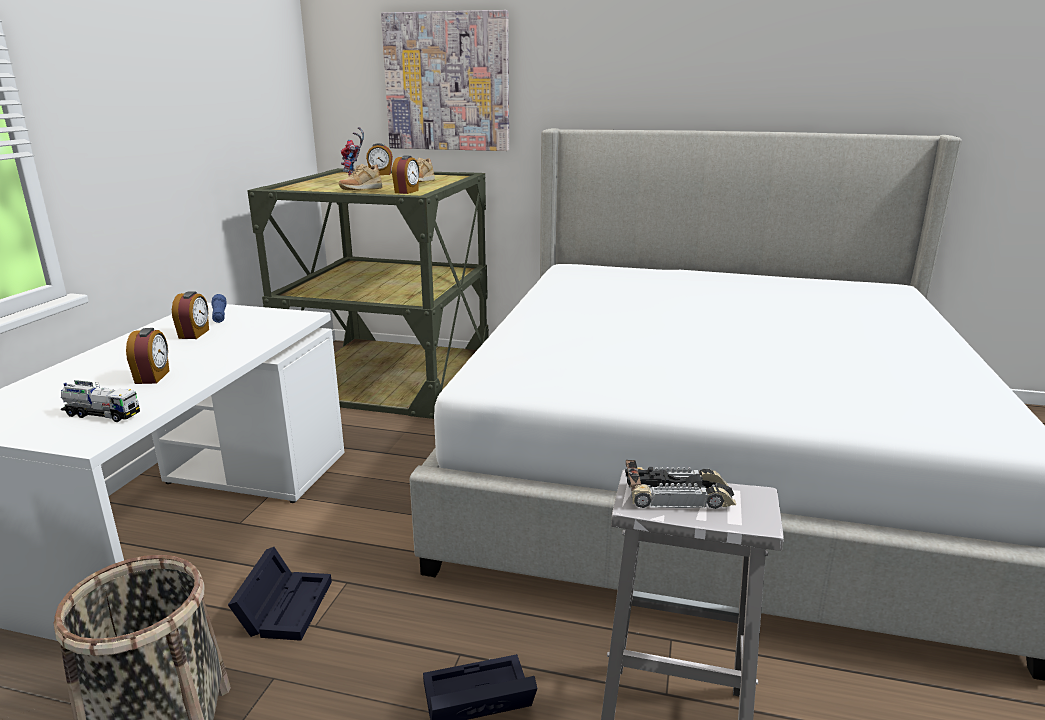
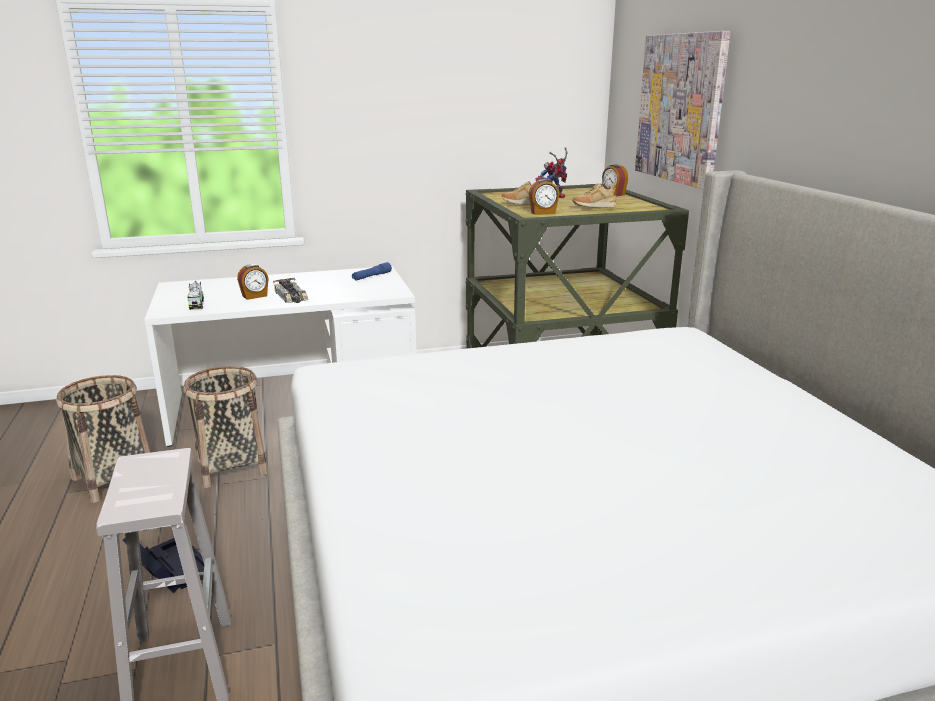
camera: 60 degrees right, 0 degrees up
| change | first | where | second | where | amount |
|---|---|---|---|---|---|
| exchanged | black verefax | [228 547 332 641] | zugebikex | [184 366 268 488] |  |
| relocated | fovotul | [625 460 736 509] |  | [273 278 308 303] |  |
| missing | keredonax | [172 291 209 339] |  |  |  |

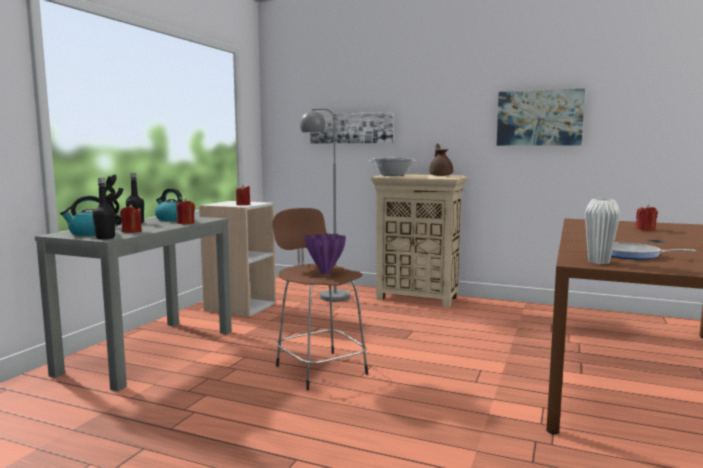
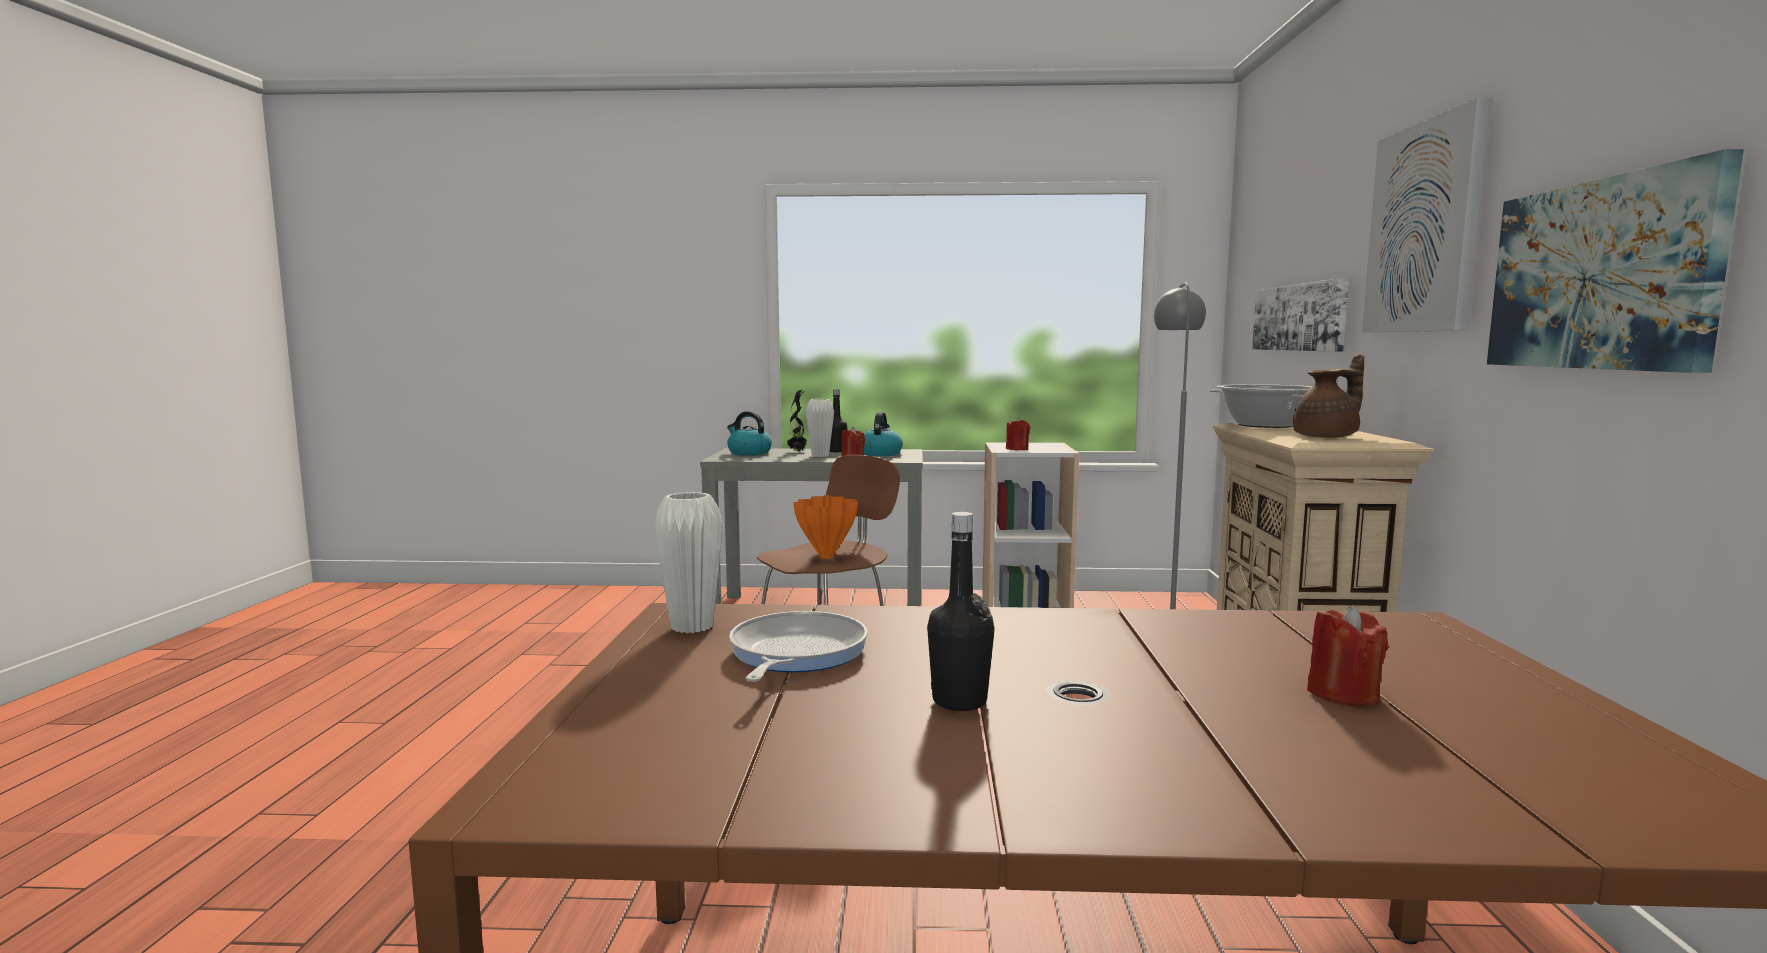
camera: 70 degrees right, 0 degrees up
| change | first | where | second | where | amount |
|---|---|---|---|---|---|
| colour | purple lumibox | [304 233 346 274] | orange lumibox | [793 495 858 559] |  |
| appeared |  |  | white lumibox | [806 399 834 457] |  |
| relocated | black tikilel | [92 178 115 239] |  | [927 512 995 711] |  |
| appeared |  |  | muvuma | [1362 97 1491 332] |  |
| missing | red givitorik | [120 204 142 233] |  |  |  |

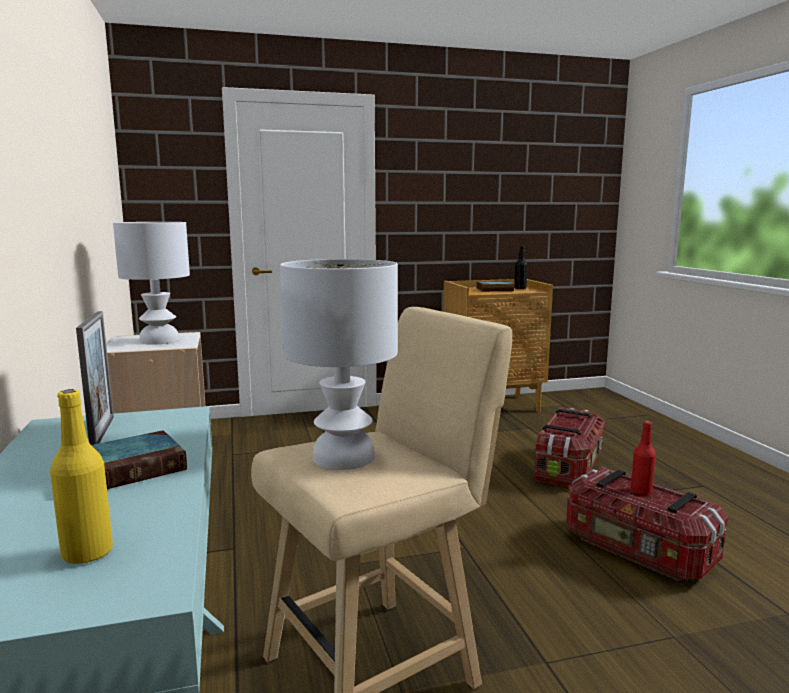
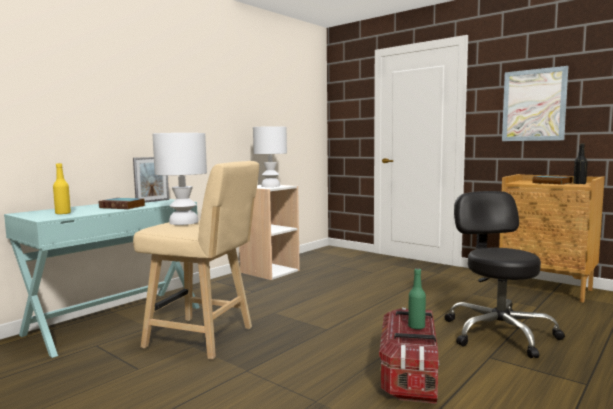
camera: 55 degrees right, 5 degrees down
| change | first | where | second | where | amount |
|---|---|---|---|---|---|
| colour | red tikilel | [631 421 656 495] | green tikilel | [408 268 426 330] |  |
| exchanged | verefax | [534 407 605 487] | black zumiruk | [444 191 565 358] |  |
| appeared |  |  | muvuma | [502 66 568 141] |  |

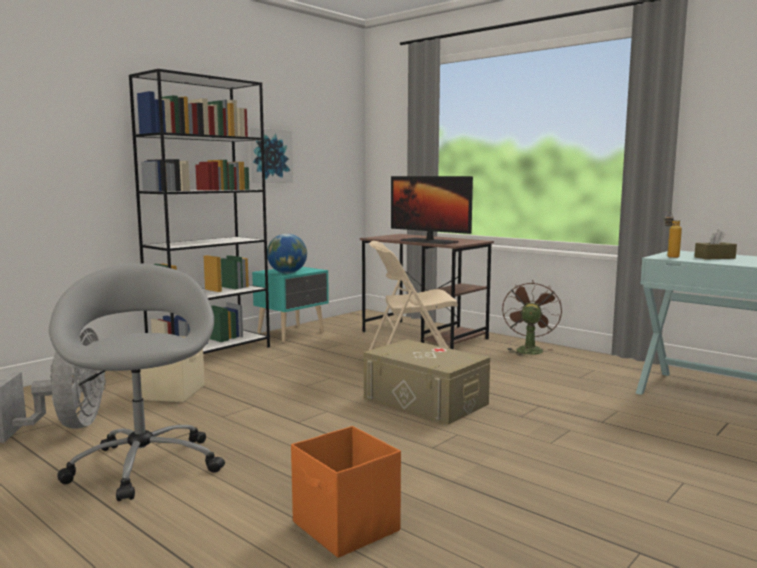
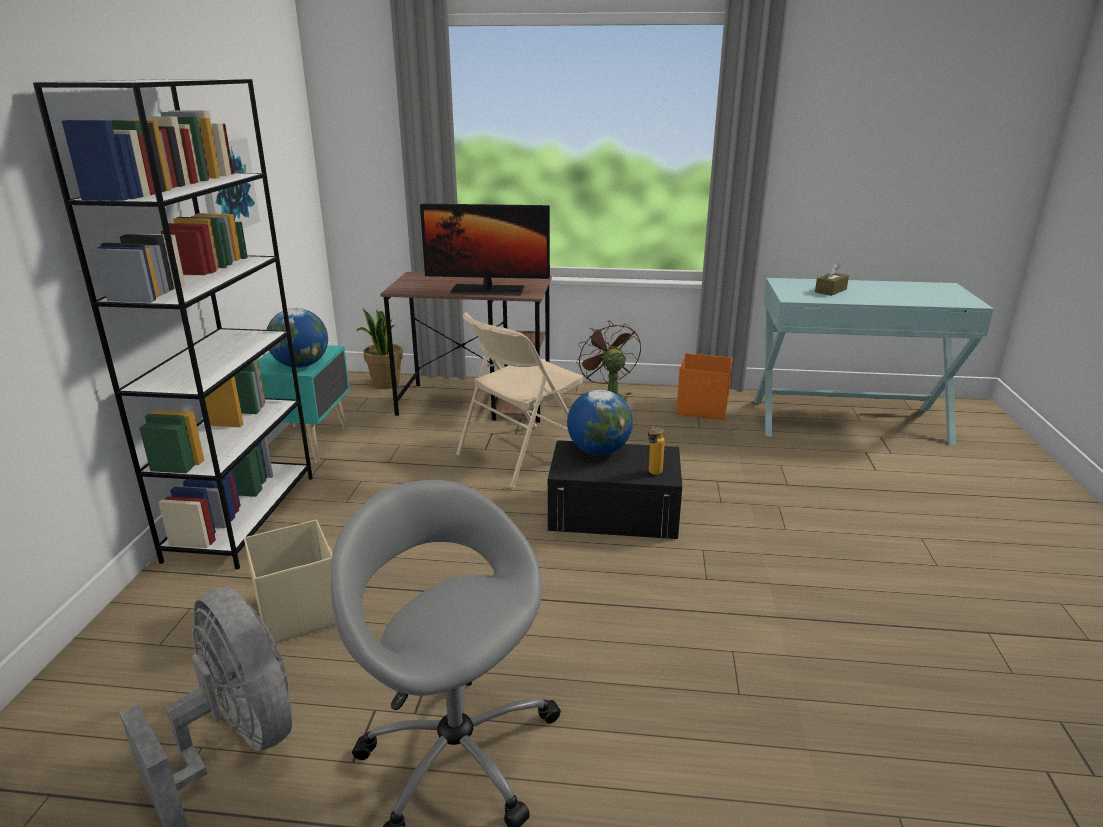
camera: 35 degrees left, 15 degrees up
| change | first | where | second | where | amount |
|---|---|---|---|---|---|
| appeared |  |  | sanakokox | [356 309 403 389] |  |
| colour | beige verefax | [364 339 490 425] | black verefax | [548 440 682 539] |  |
| appeared |  |  | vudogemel | [567 390 633 455] |  |
| relocated | tikilel | [665 212 682 258] |  | [648 425 665 475] |  |
| relocated | orange verefax | [291 426 401 558] |  | [676 353 733 420] |  |

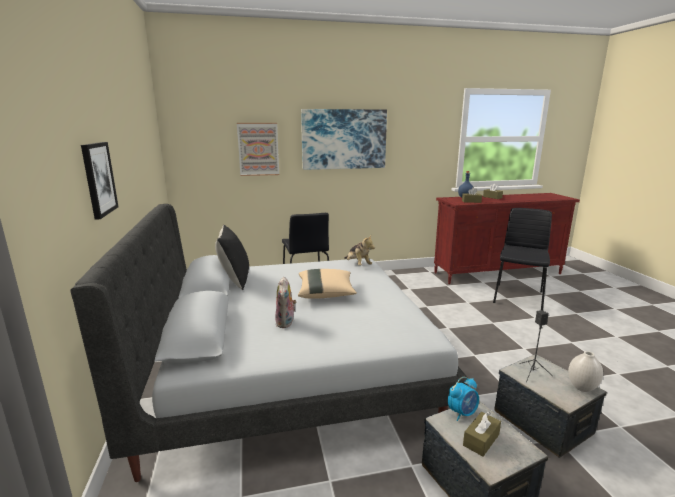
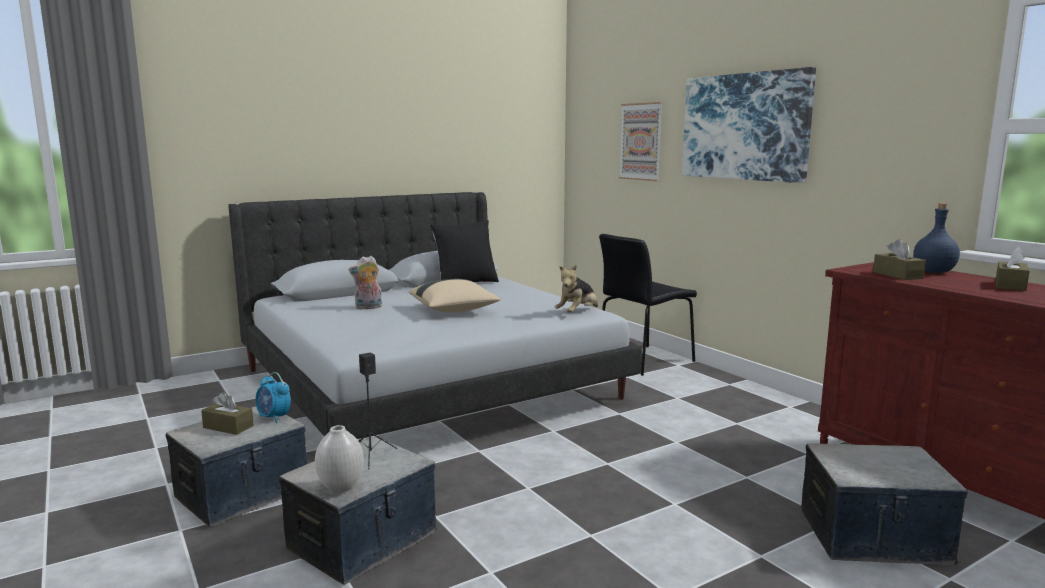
camera: 70 degrees right, 5 degrees down
| change | first | where | second | where | amount |
|---|---|---|---|---|---|
| exchanged | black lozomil | [493 208 552 310] | verefax | [801 443 968 565] |  |
| missing | muvuma | [81 142 118 220] |  |  |  |

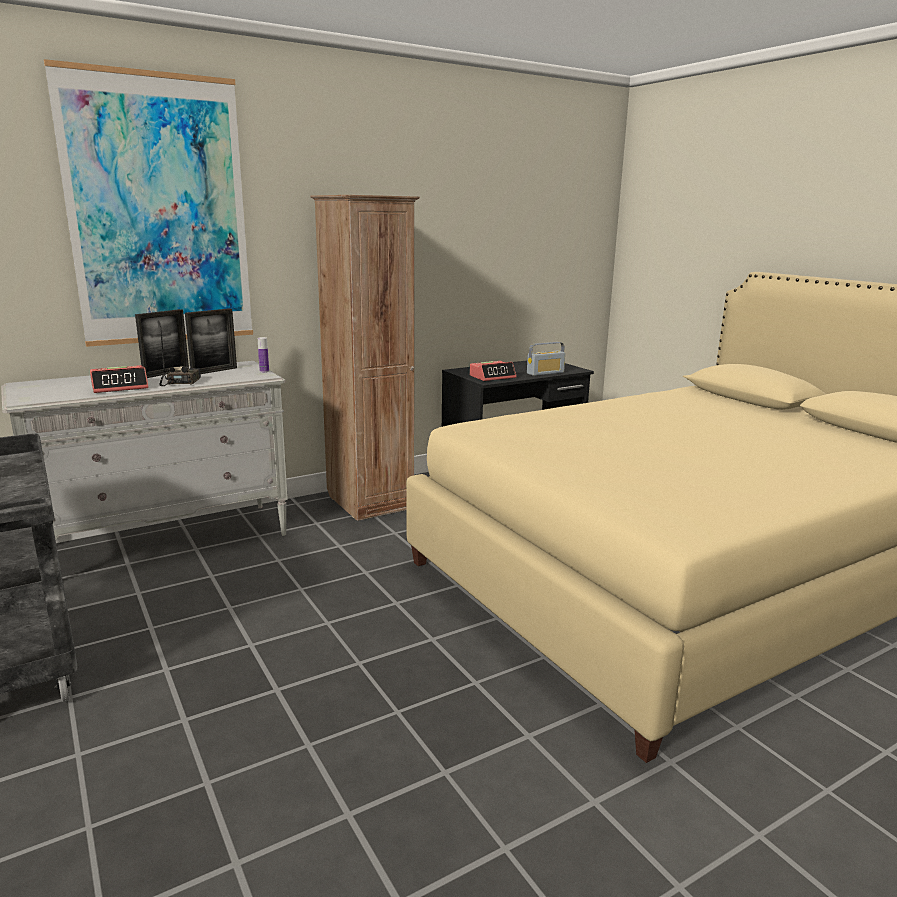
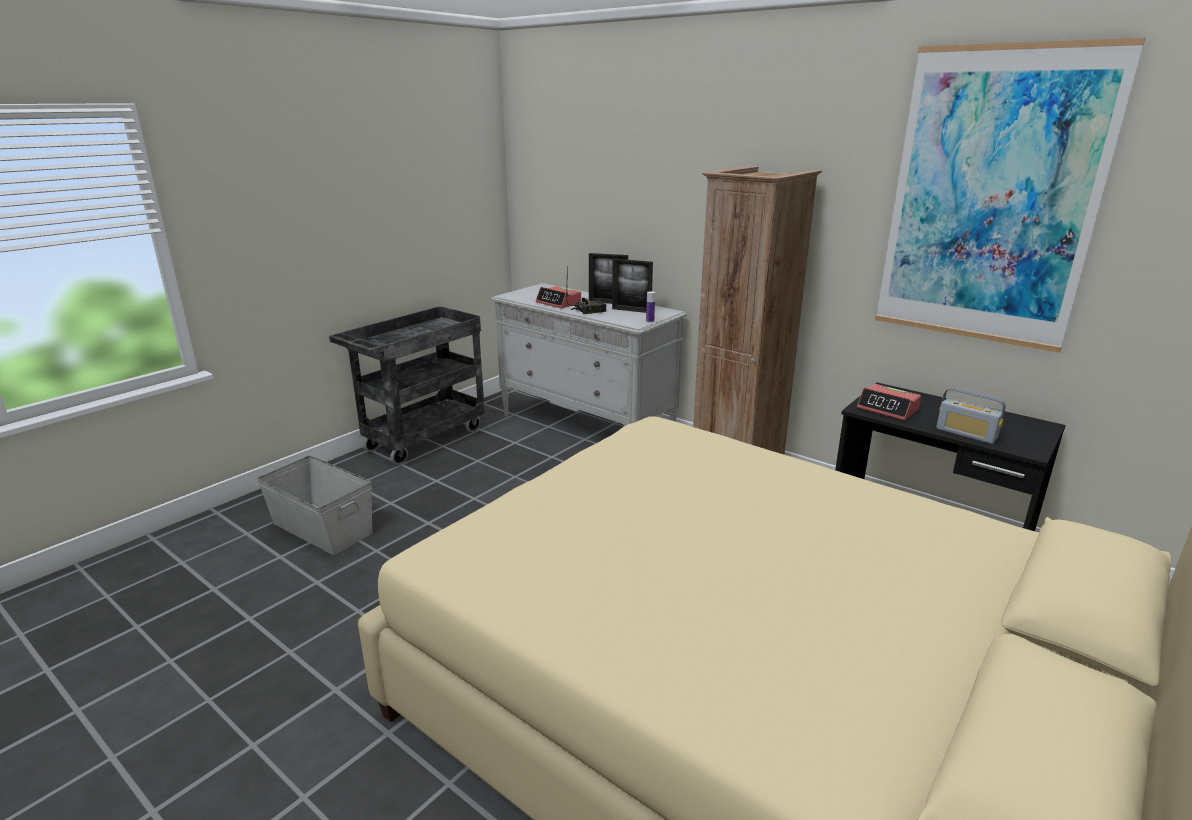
camera: 70 degrees right, 5 degrees up
| change | first | where | second | where | amount |
|---|---|---|---|---|---|
| appeared |  |  | grey verefax | [257 456 372 555] |  |
| relocated | muvuma | [44 59 253 347] |  | [875 38 1145 353] |  |

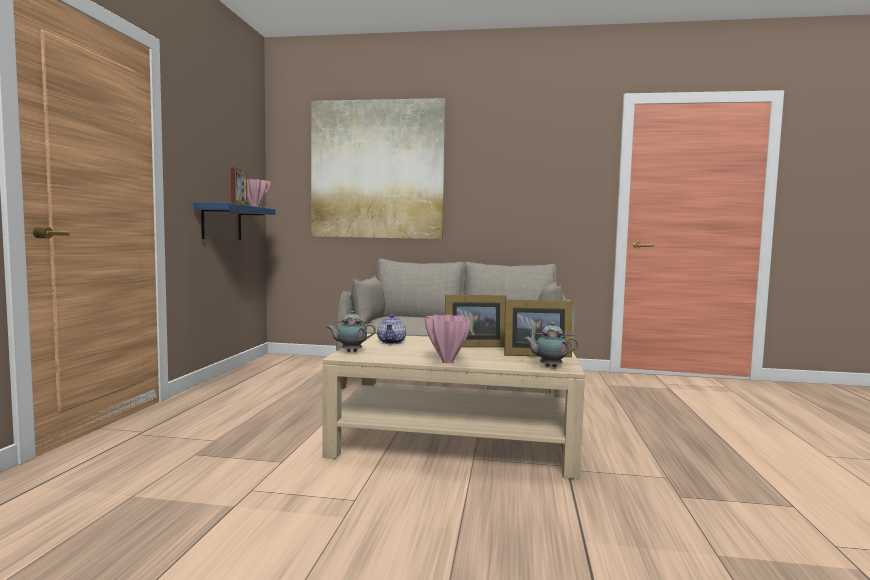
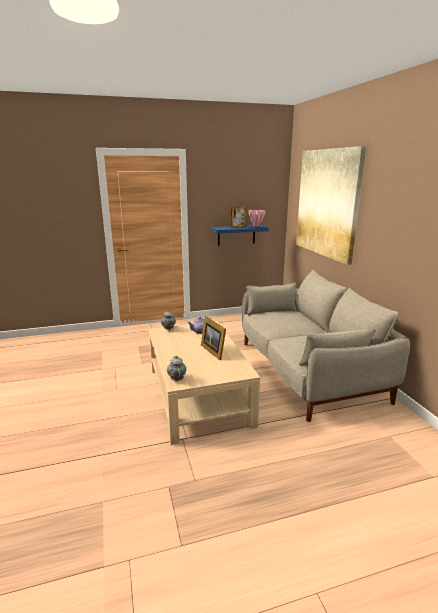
camera: 65 degrees right, 15 degrees up
| change | first | where | second | where | amount |
|---|---|---|---|---|---|
| missing | pink lumibox | [425 315 471 364] |  |  |  |
| missing | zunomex | [504 299 572 357] |  |  |  |

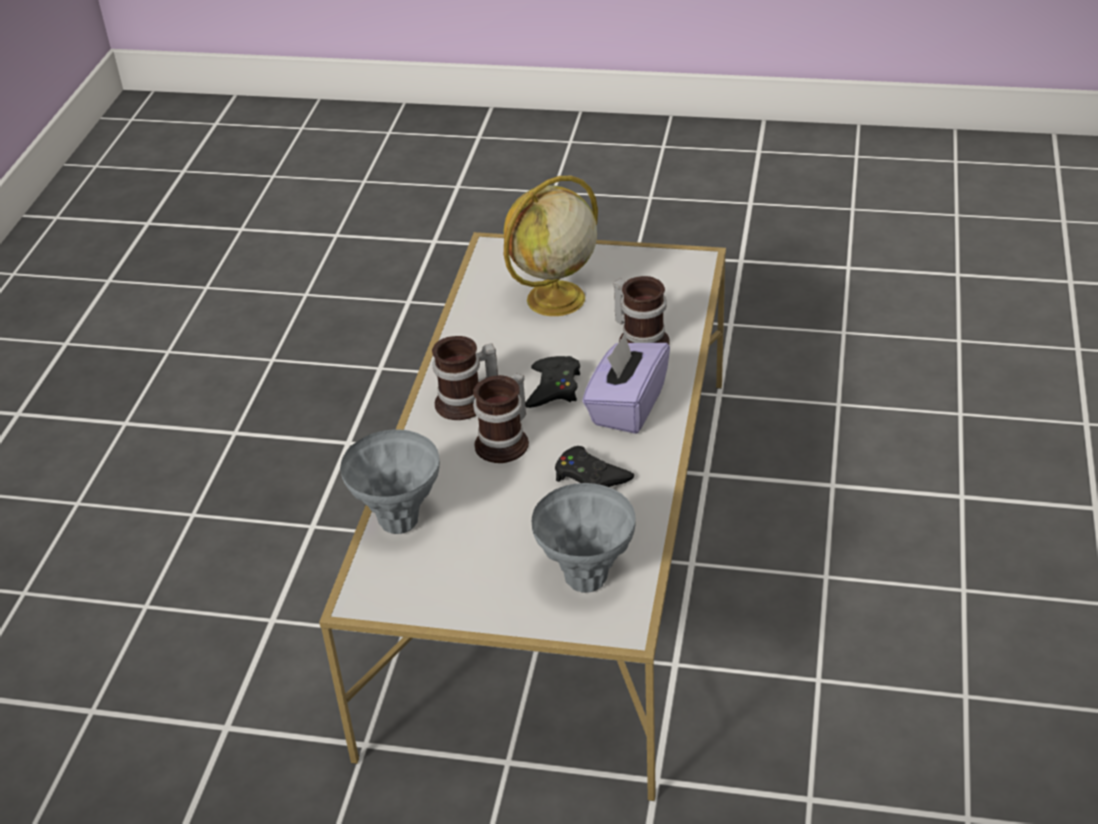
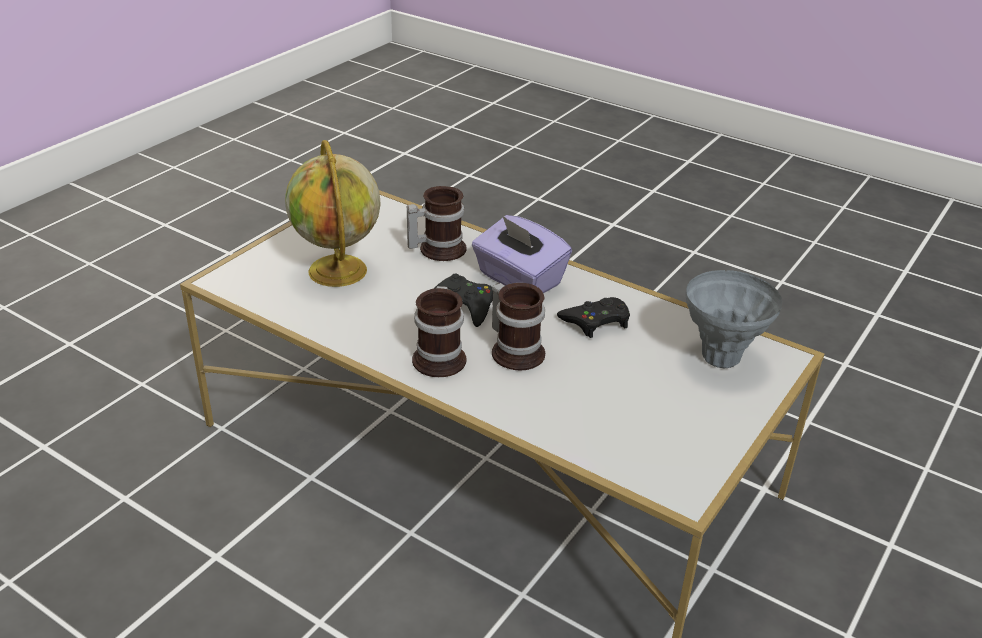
camera: 70 degrees left, 5 degrees down
| change | first | where | second | where | amount |
|---|---|---|---|---|---|
| missing | grey lumibox | [340 429 440 534] |  |  |  |

